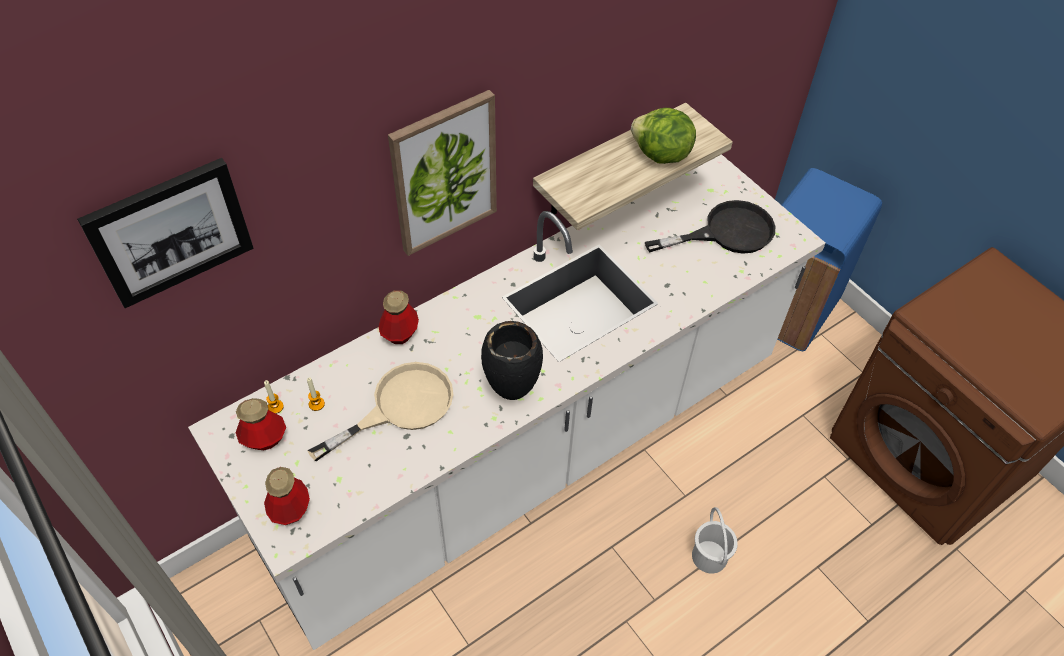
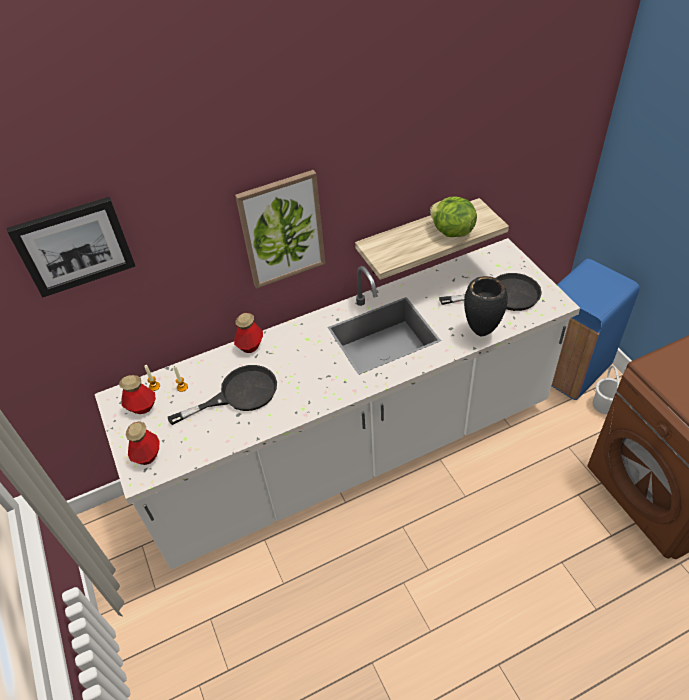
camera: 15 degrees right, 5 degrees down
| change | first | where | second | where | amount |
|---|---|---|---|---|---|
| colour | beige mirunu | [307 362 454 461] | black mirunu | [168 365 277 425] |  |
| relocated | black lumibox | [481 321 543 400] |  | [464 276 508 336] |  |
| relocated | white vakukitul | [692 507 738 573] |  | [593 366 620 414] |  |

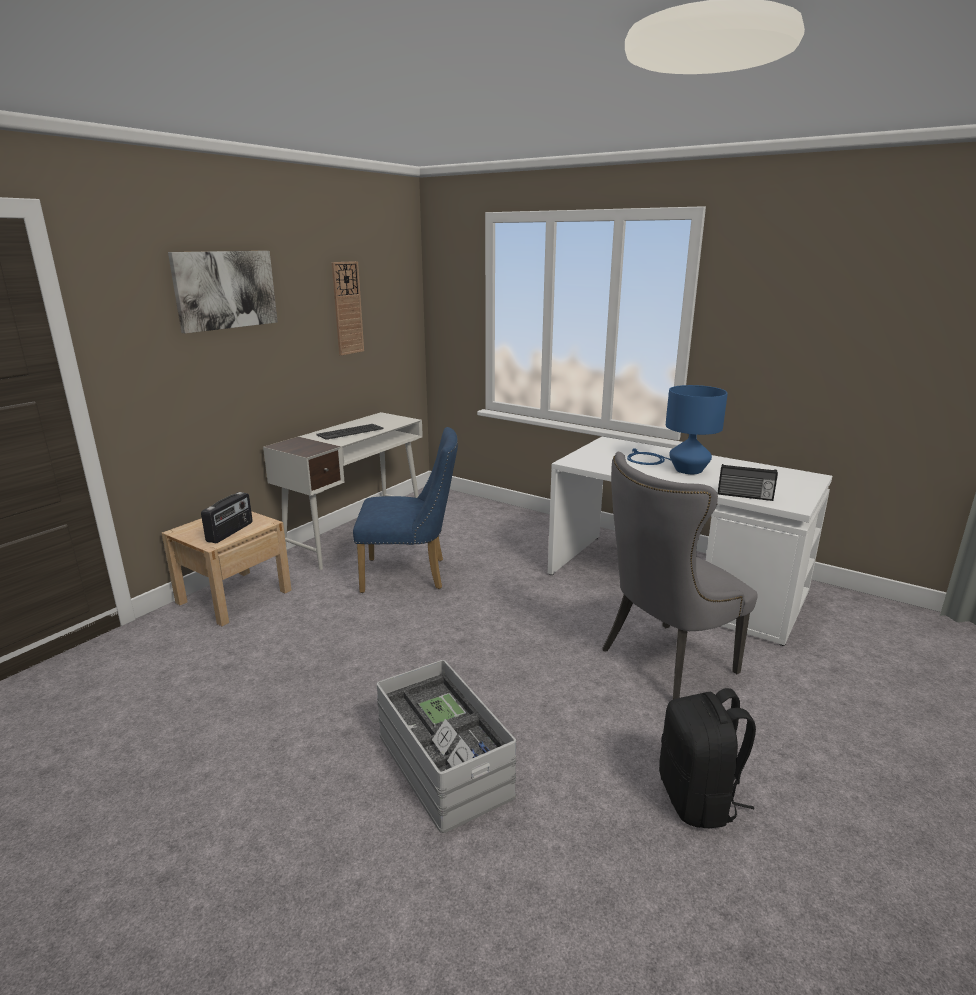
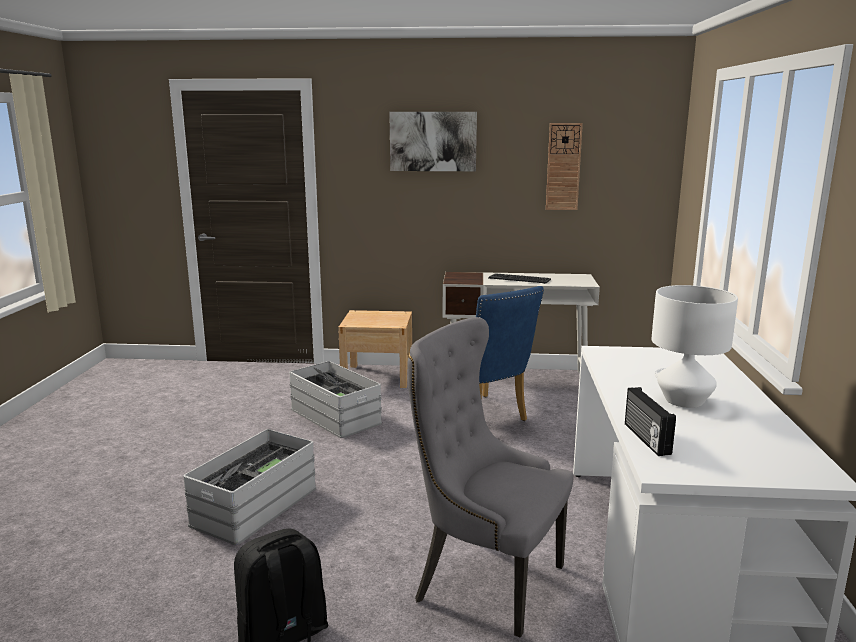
camera: 60 degrees right, 5 degrees down
| change | first | where | second | where | amount |
|---|---|---|---|---|---|
| appeared |  |  | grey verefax | [289 361 382 438] |  |
| colour | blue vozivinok | [627 385 728 474] | white vozivinok | [651 285 738 408] |  |
| missing | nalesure | [201 492 253 543] |  |  |  |

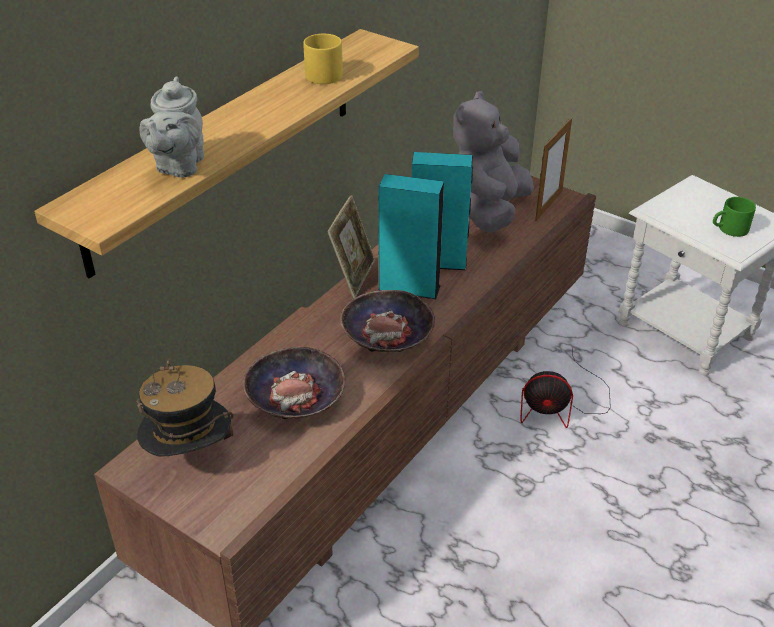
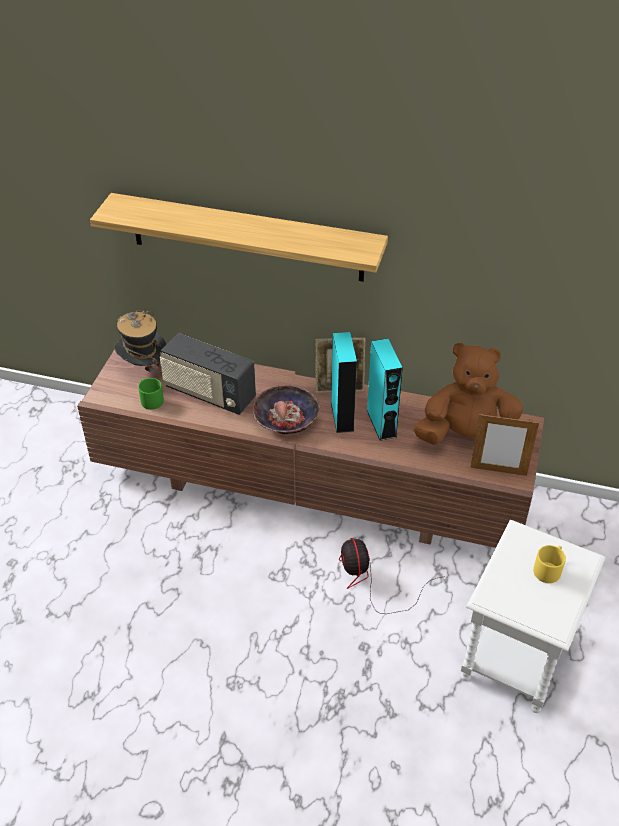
camera: 70 degrees right, 5 degrees up
| change | first | where | second | where | amount |
|---|---|---|---|---|---|
| relocated | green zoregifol | [713 197 756 237] |  | [138 378 164 410] |  |
| exchanged | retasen | [243 346 346 419] | nalesure | [160 333 256 415] |  |
| colour | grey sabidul | [453 91 534 233] | brown sabidul | [414 342 523 445] |  |
| relocated | yellow zoregifol | [303 34 343 84] |  | [533 545 566 583] |  |
| missing | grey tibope | [139 77 204 178] |  |  |  |

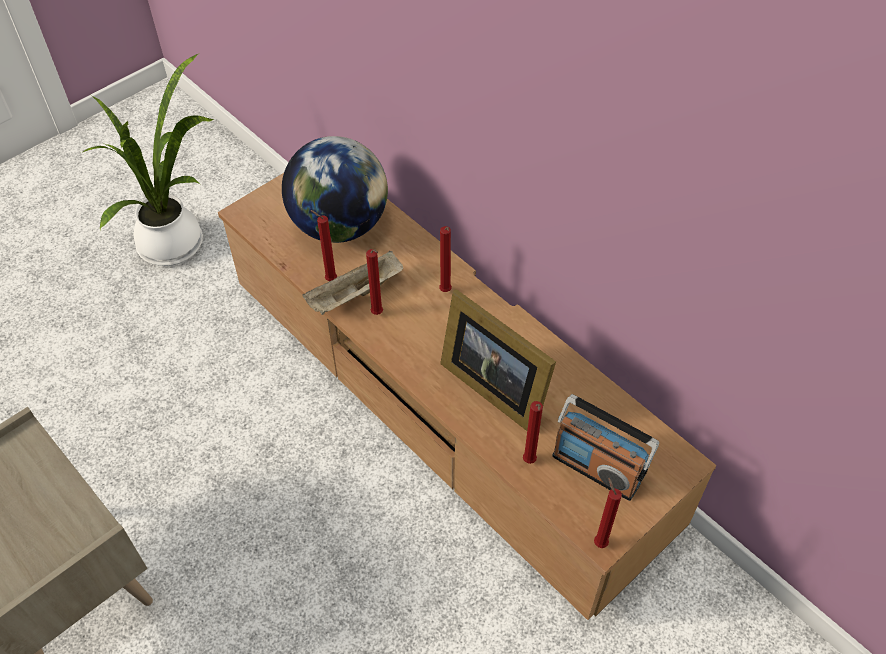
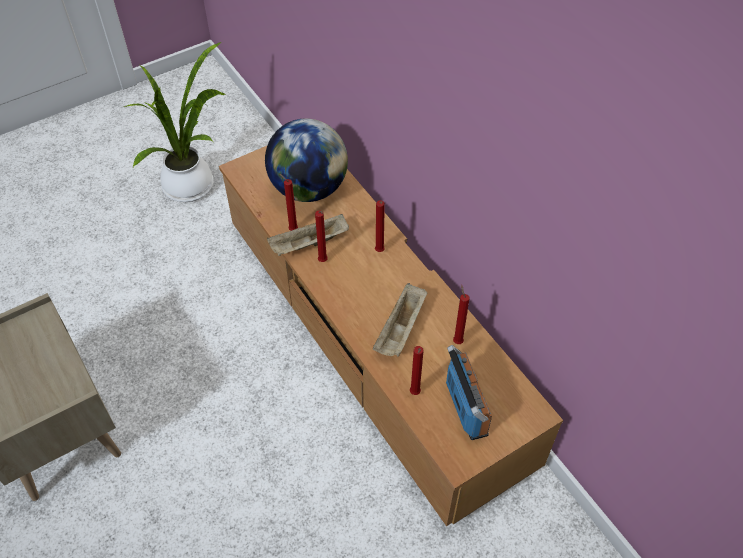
camera: 10 degrees right, 0 degrees up
| change | first | where | second | where | amount |
|---|---|---|---|---|---|
| exchanged | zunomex | [440 289 556 431] | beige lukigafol | [373 283 427 357] |  |
| spun | nalesure | [552 394 659 501] |  | [446 345 492 440] | 150 degrees counterclockwise |
| relocated | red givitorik | [594 477 622 548] |  | [453 285 470 344] |  |

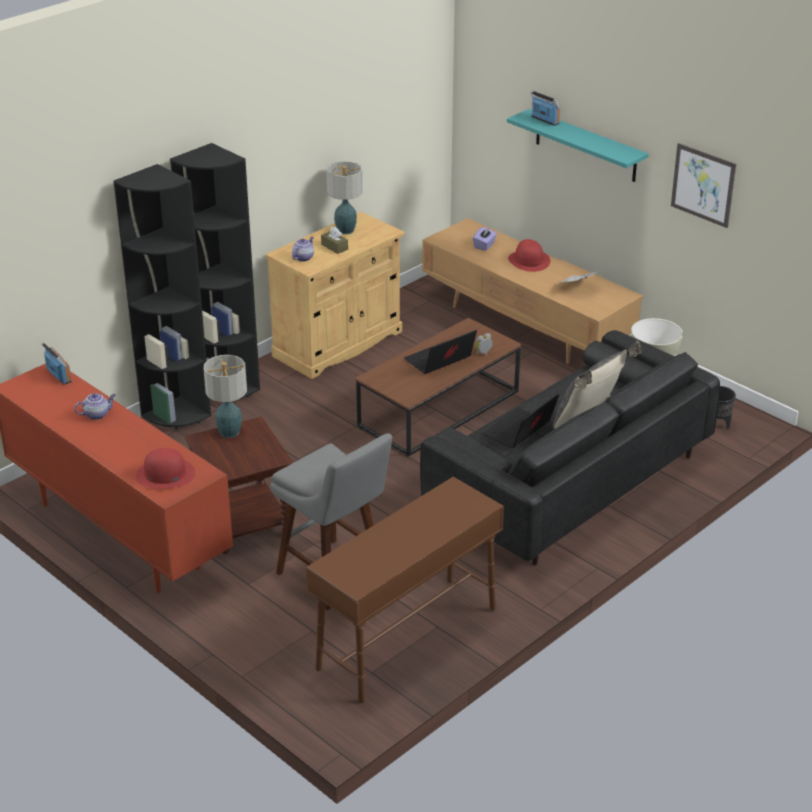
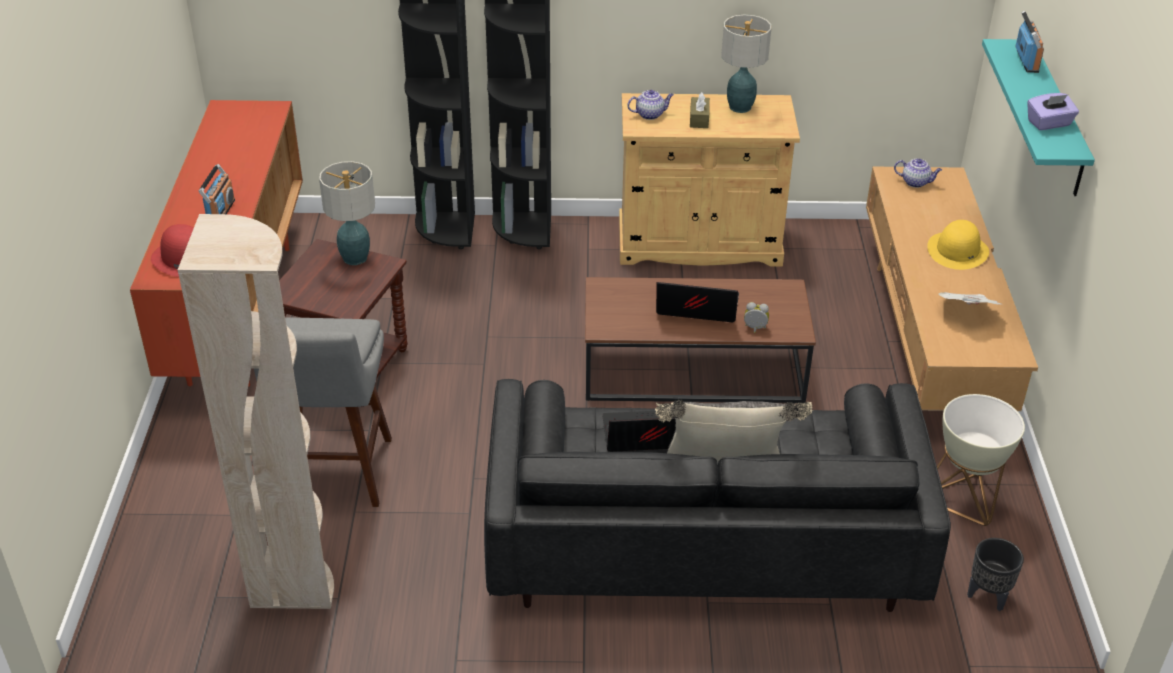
camera: 45 degrees right, 5 degrees up
| change | first | where | second | where | amount |
|---|---|---|---|---|---|
| exchanged | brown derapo | [307 477 504 703] | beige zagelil | [178 214 334 609] |  |
| relocated | nalesure | [41 342 72 385] |  | [199 164 235 214] |  |
| relocated | tibope | [74 393 115 420] |  | [894 159 942 188] |  |
| colour | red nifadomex | [508 239 550 272] | yellow nifadomex | [927 220 989 270] |  |
| relocated | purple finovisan | [473 227 497 251] |  | [1028 93 1079 130] |  |
| missing | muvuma | [671 143 736 228] |  |  |  |

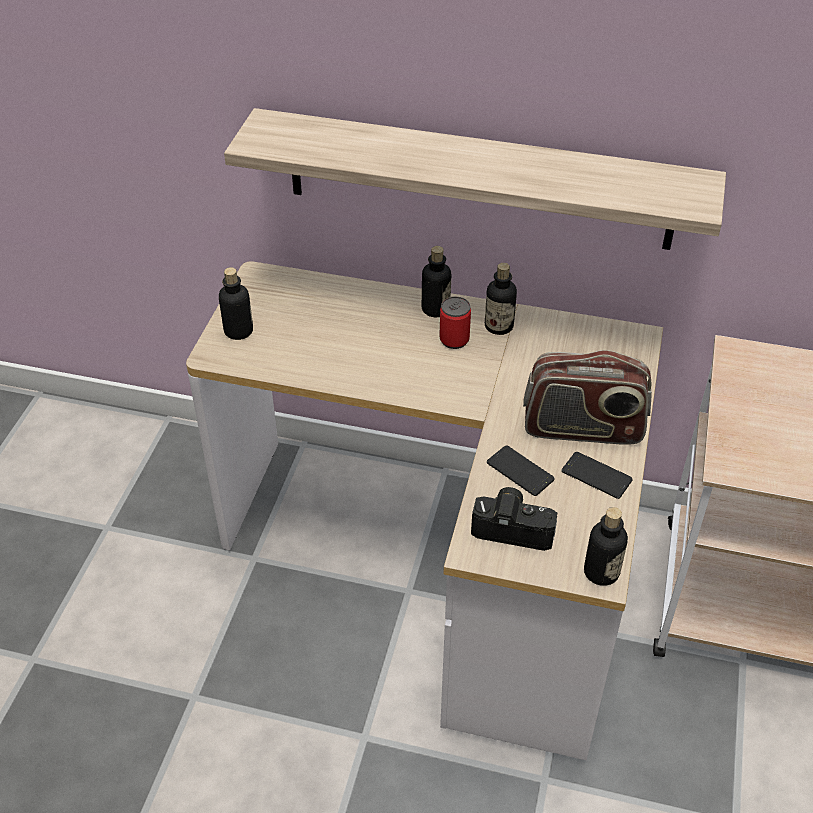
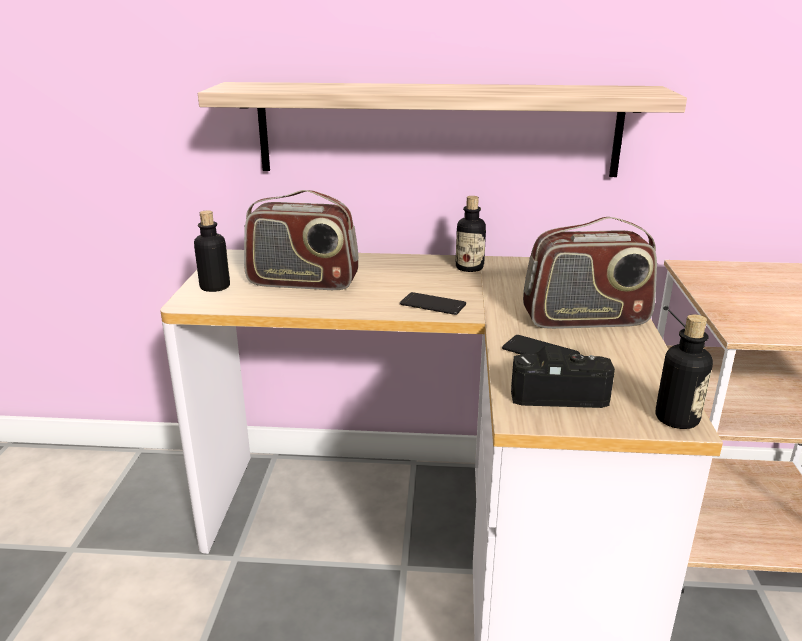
camera: 10 degrees left, 20 degrees down
| change | first | where | second | where | amount |
|---|---|---|---|---|---|
| appeared |  |  | nalesure | [244 190 358 290] |  |
| relocated | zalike | [562 452 633 499] |  | [400 292 466 315] |  |
| missing | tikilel | [422 246 451 317] |  |  |  |
| missing | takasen | [439 297 471 349] |  |  |  |

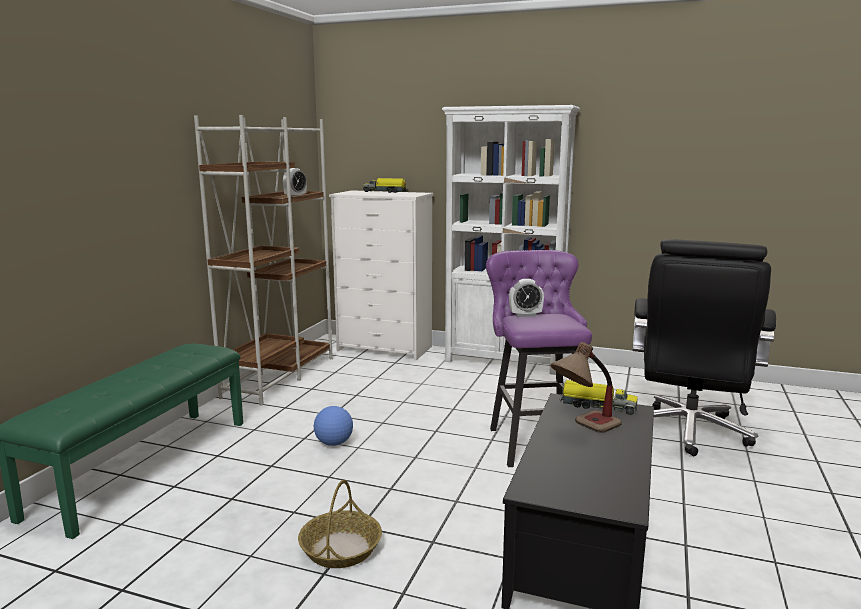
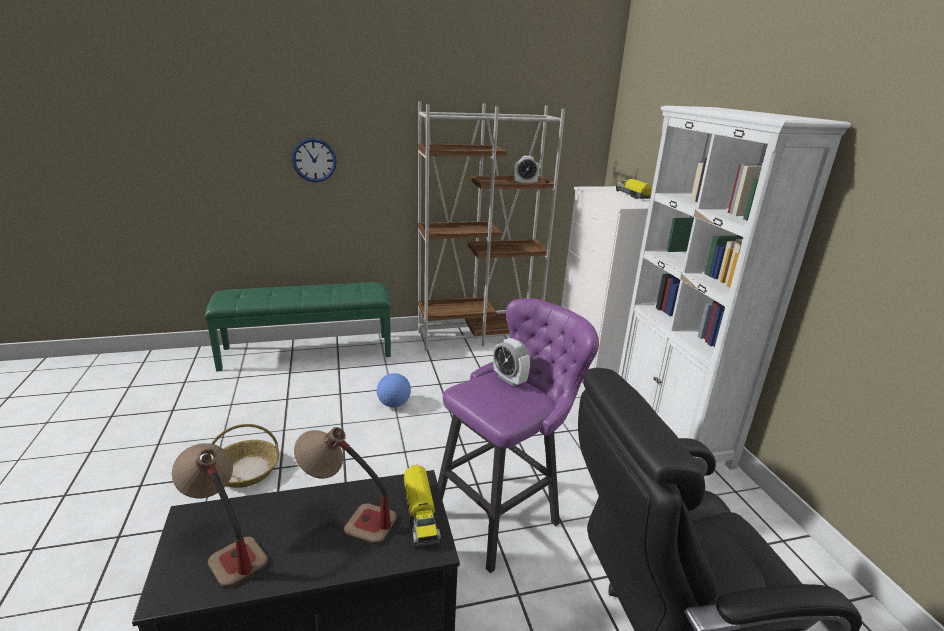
camera: 55 degrees right, 10 degrees up
| change | first | where | second | where | amount |
|---|---|---|---|---|---|
| appeared |  |  | vozivinok | [172 443 268 588] |  |
| appeared |  |  | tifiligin | [292 138 336 182] |  |

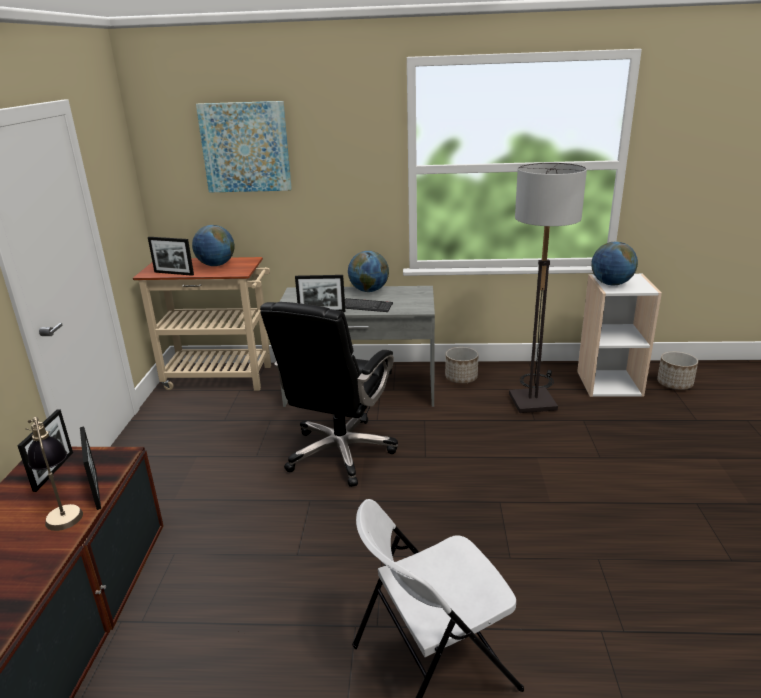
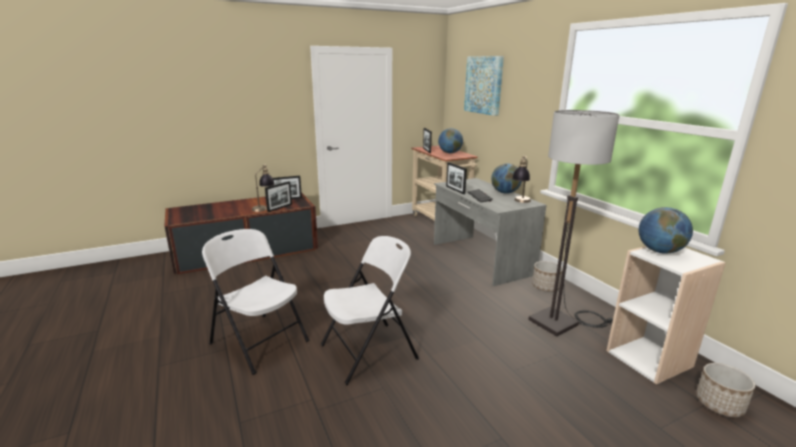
camera: 60 degrees right, 5 degrees down
| change | first | where | second | where | amount |
|---|---|---|---|---|---|
| appeared |  |  | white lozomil | [321 236 419 385] |  |
| appeared |  |  | vozivinok | [512 155 531 203] |  |
| missing | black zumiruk | [260 302 398 487] |  |  |  |

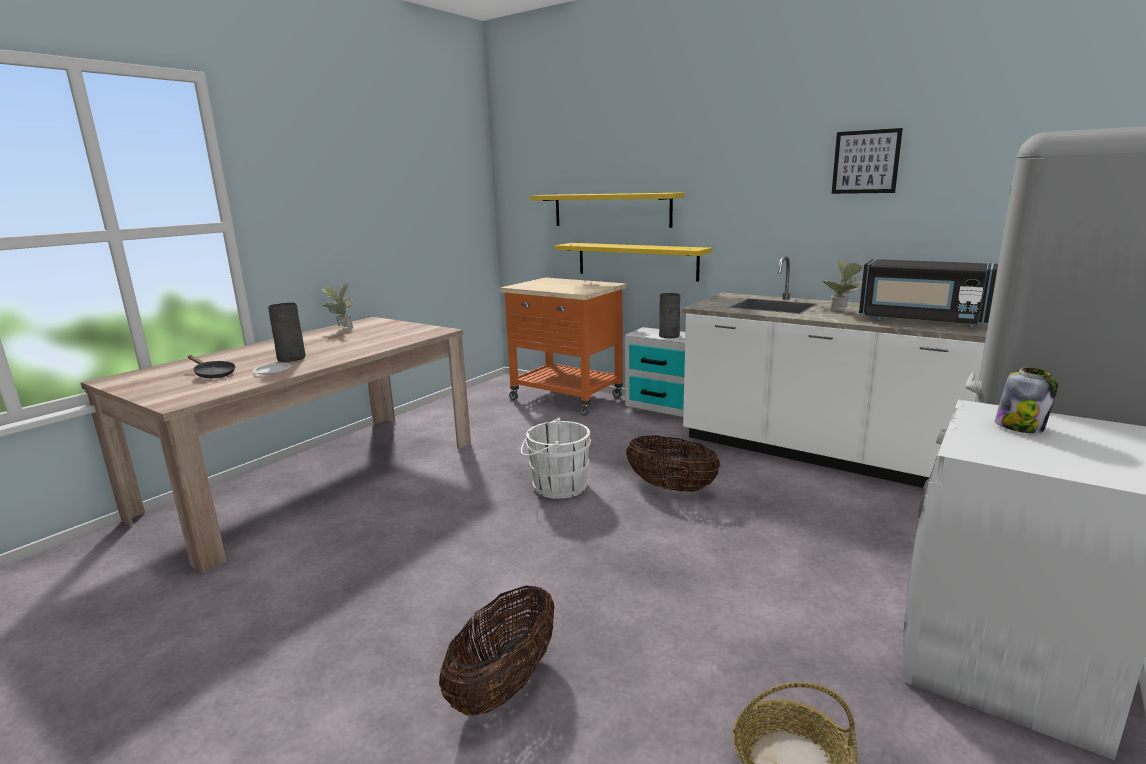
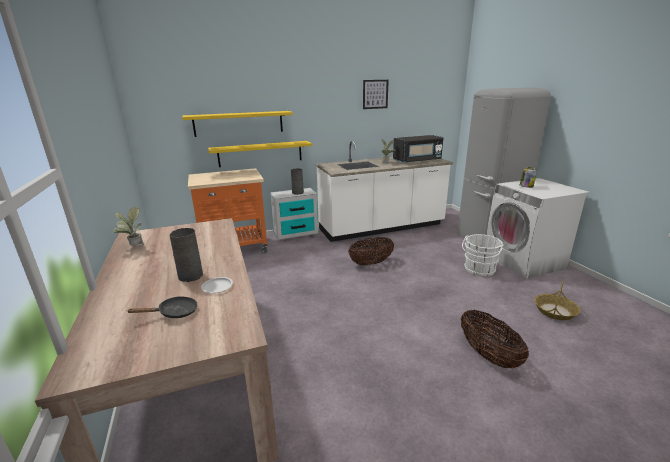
camera: 55 degrees left, 5 degrees up
| change | first | where | second | where | amount |
|---|---|---|---|---|---|
| relocated | white vakukitul | [521 418 591 499] |  | [462 234 504 276] |  |

